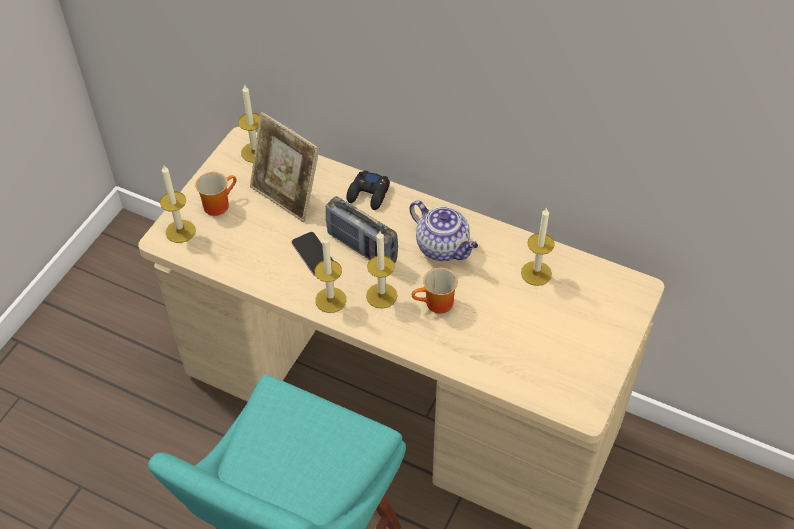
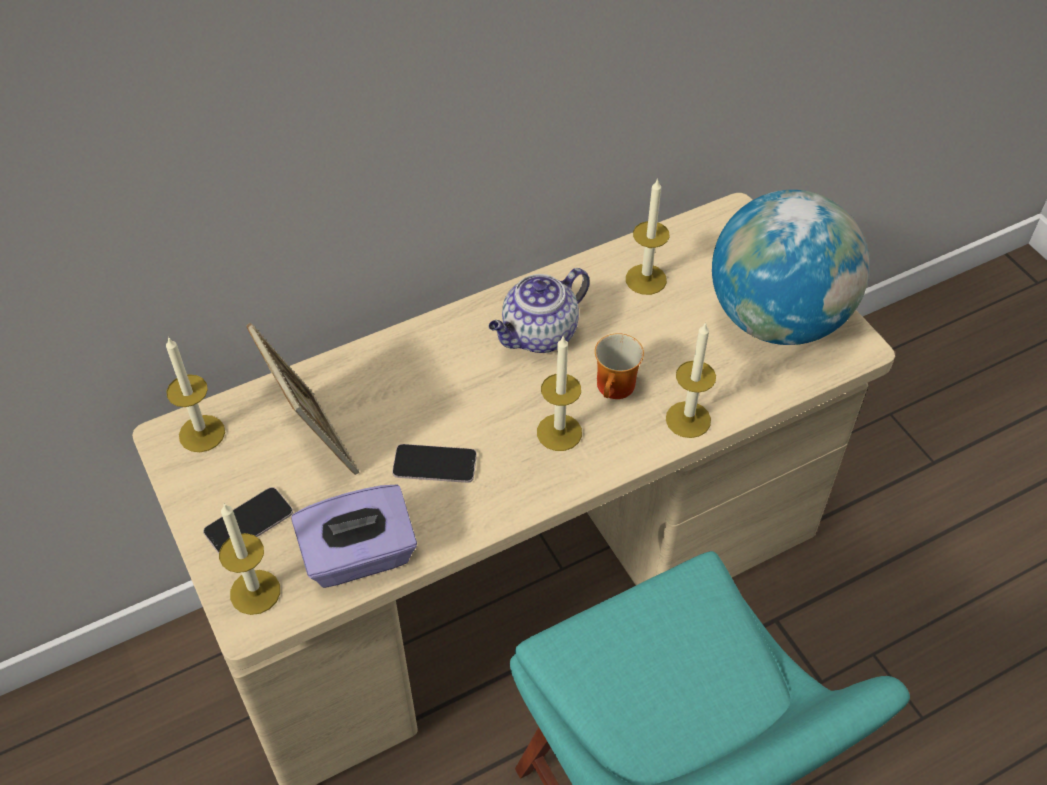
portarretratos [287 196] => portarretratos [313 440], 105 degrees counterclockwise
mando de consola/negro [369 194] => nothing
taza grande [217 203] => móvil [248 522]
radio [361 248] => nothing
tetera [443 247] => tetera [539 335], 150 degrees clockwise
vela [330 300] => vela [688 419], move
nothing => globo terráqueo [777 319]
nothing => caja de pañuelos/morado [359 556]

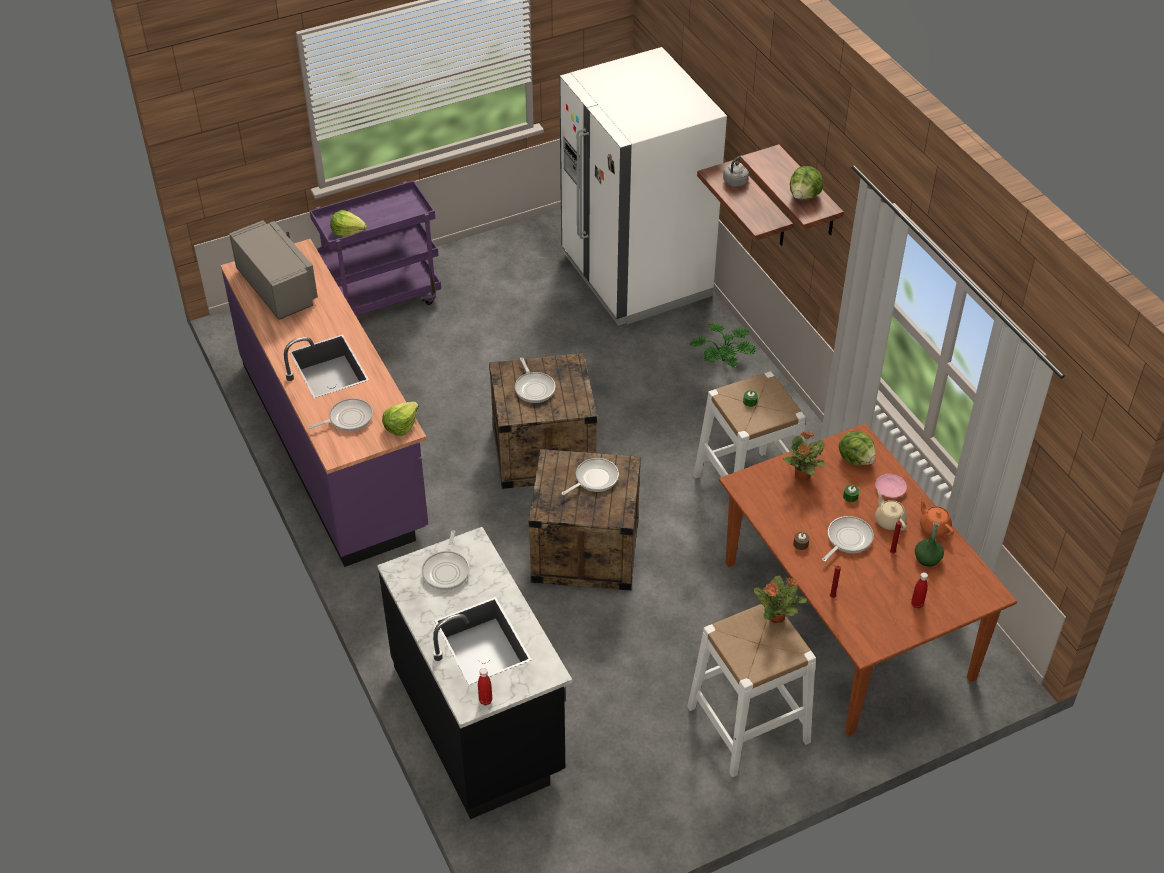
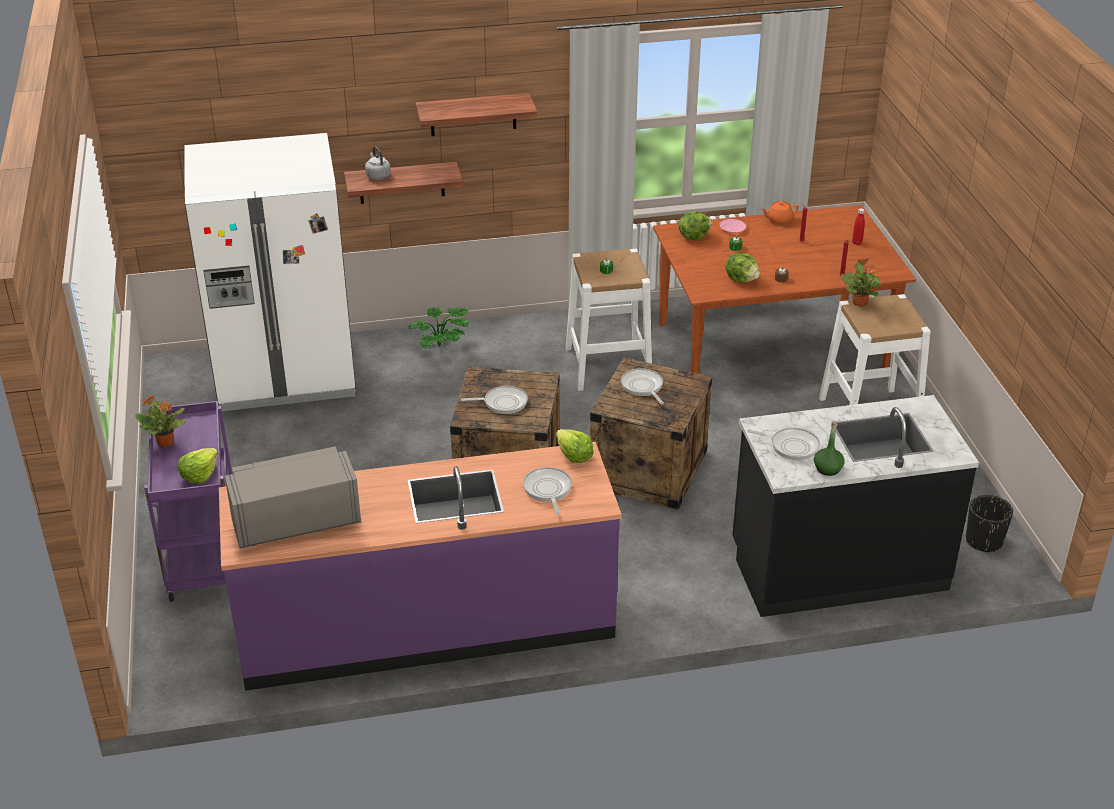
lechuga [804 196] => lechuga [742 279], move
planta en maceta [802 475] => planta en maceta [166 443], move
tetera/beis [889 520] => nothing
sartén [847 539] => nothing
botella/verde [927 558] => botella/verde [828 469], move
botella/rojo [485 700] => nothing
nothing => maceta/negro [984 541]

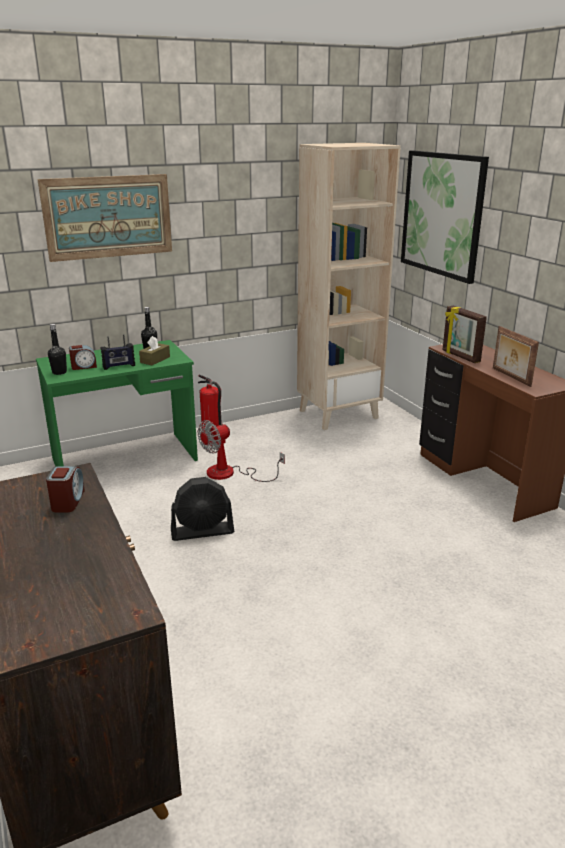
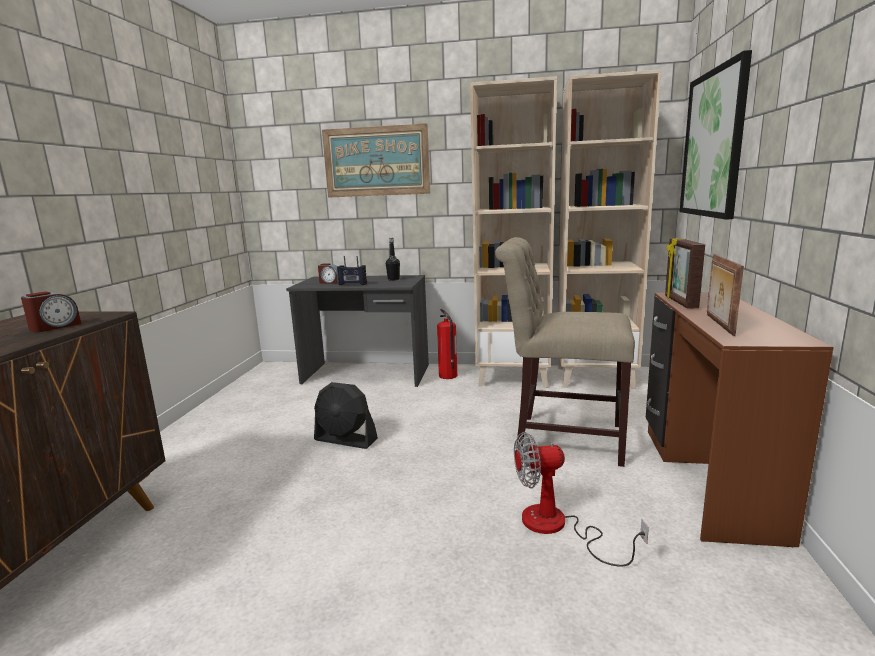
botella/negro [59 372] => nothing
caja de pañuelos/marrón [155 360] => nothing
escritorio/verde [125 460] => escritorio/gris [366 374]
ventilador [230 474] => ventilador [557 527], move
nothing => estantería/beis [513 376]
nothing => silla/beis [562 438]

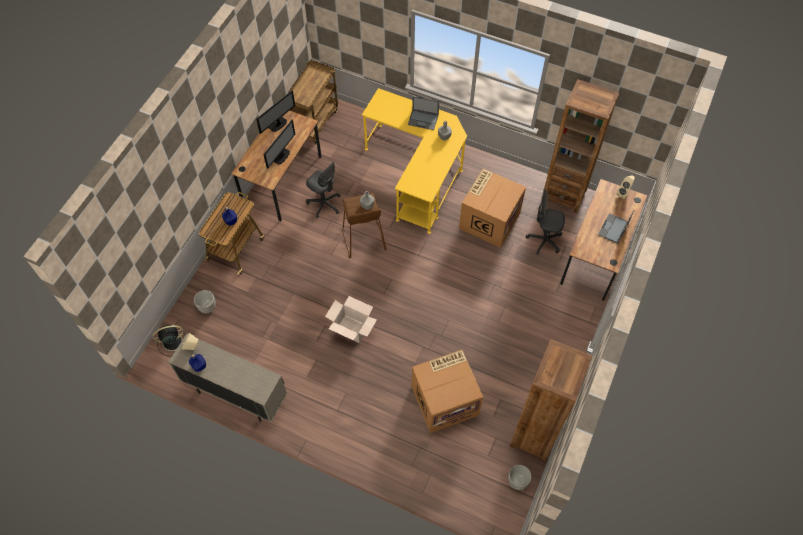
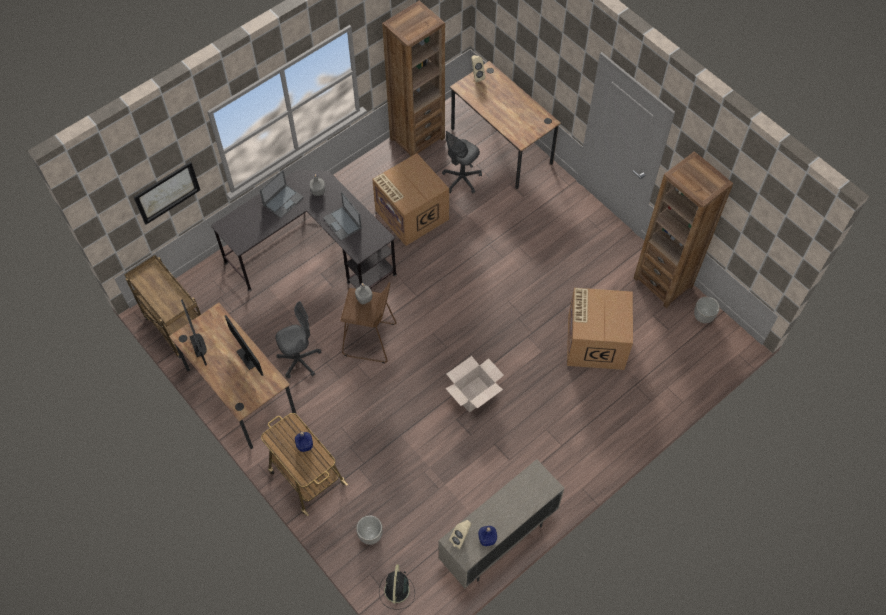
escritorio/amarillo [418 172] => escritorio/negro [313 252]
portátil [613 229] => portátil [342 223], move
nothing => cuadro [167 192]

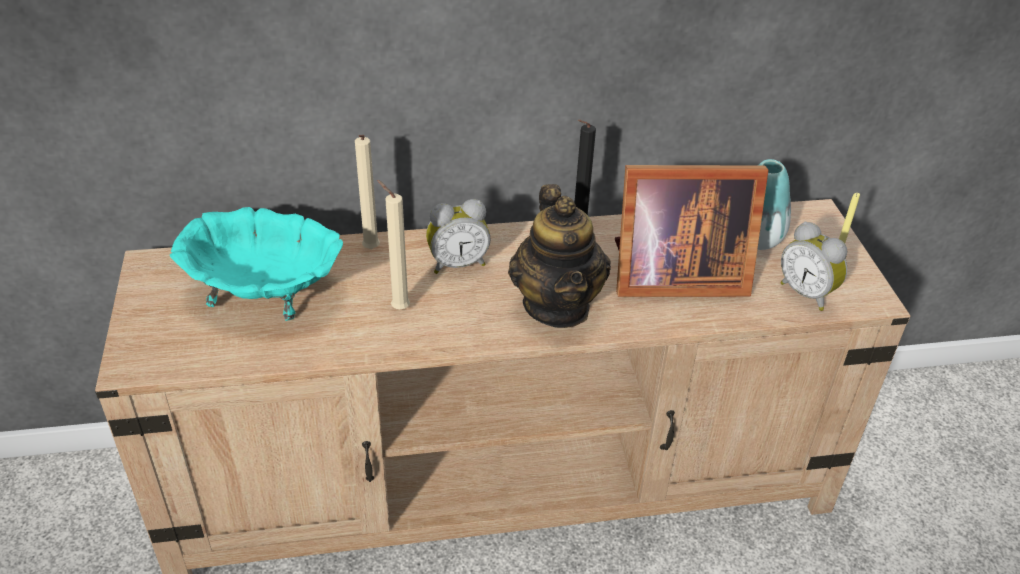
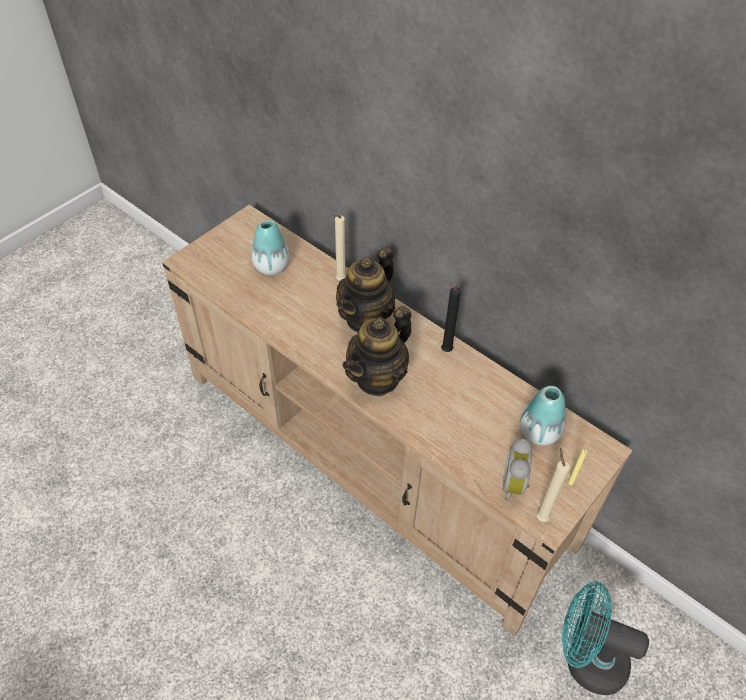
portarretratos [672 276] => nothing
vela/beis [398 308] => vela/beis [541 516], move
despertador [457 263] => tetera [366 318]
cuenco/turquesa [265 291] => florero [271 266]
nothing => ventilador/turquesa [586 659]

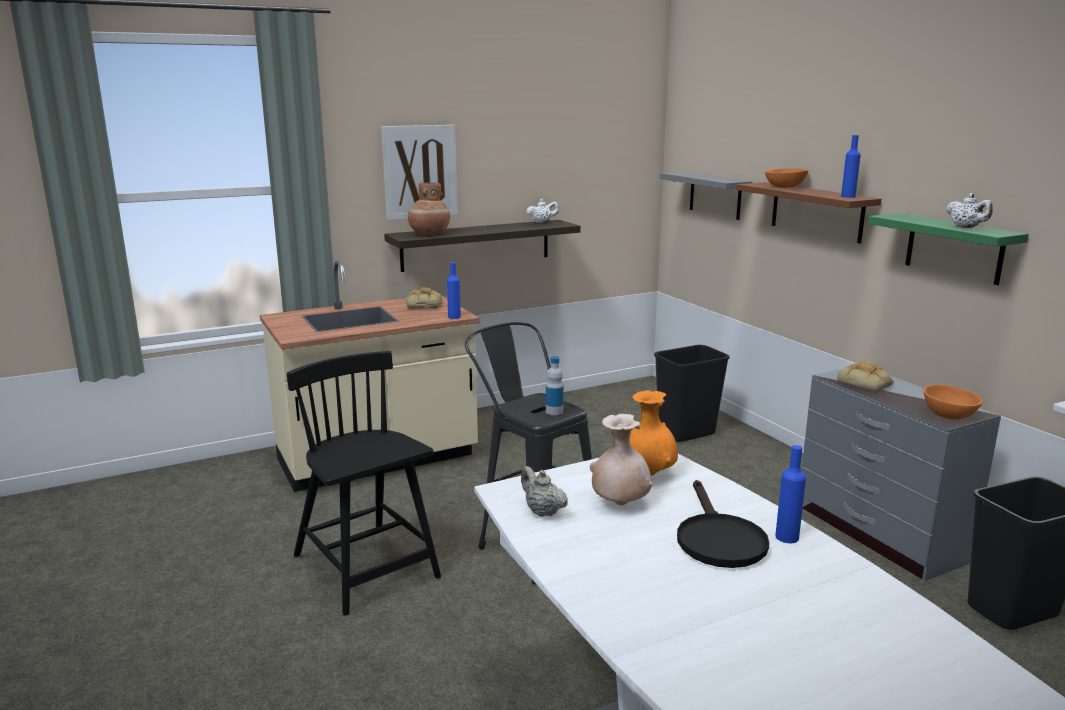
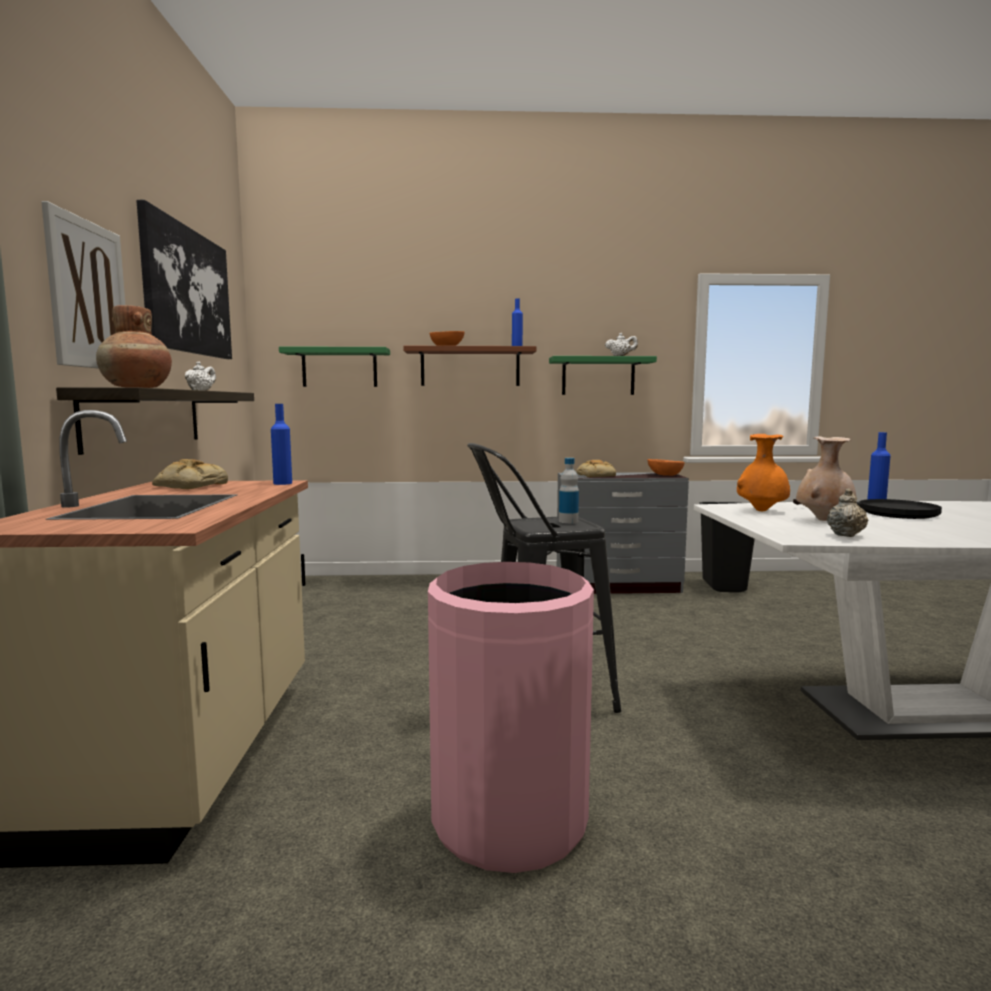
estante/gris [715 195] => estante/verde [339 368]
papelera/negro [686 434] => nothing
silla/negro [366 568] => papelera/rosa [509 820]
tetera/beis [542 511] => tetera/beis [846 535], 135 degrees clockwise
nothing => cuadro [187 291]

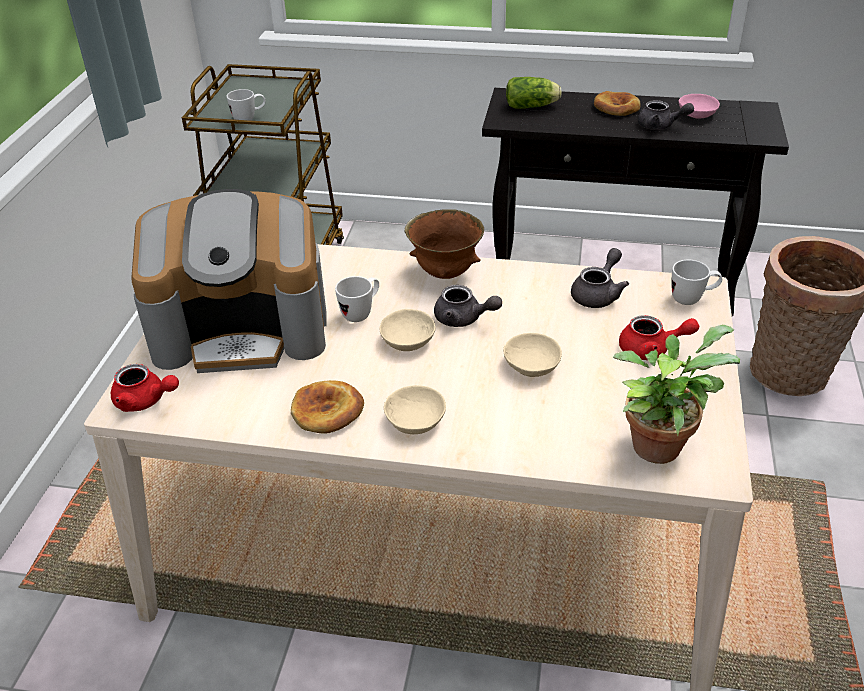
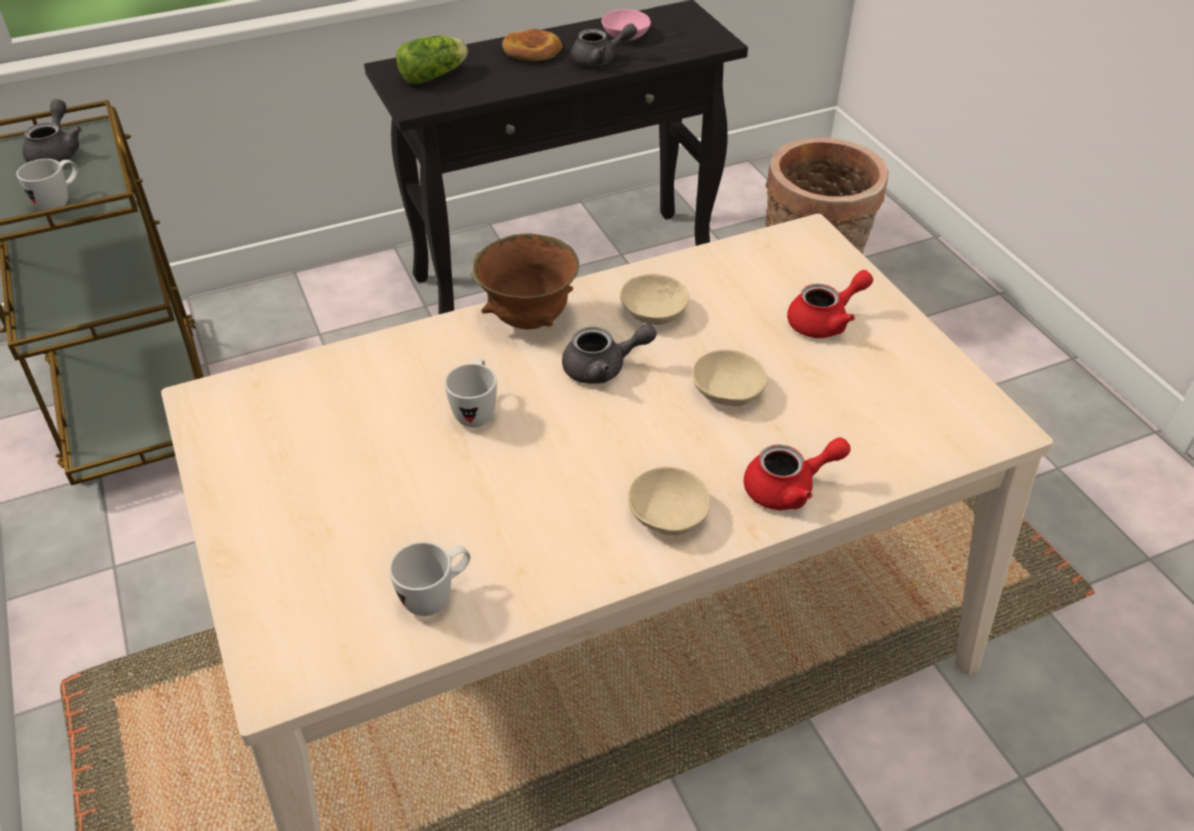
cafetera [243 328] => nothing
tetera/gris [598 294] => tetera/gris [57 152], move
taza grande/blanco [692 299] => taza grande/blanco [436 596], move
cuenco/beis [406 340] => cuenco/beis [651 312], move
planta en maceta [659 442] => nothing
tetera/rojo [145 401] => tetera/rojo [789 488], move
pan [327 411] => nothing

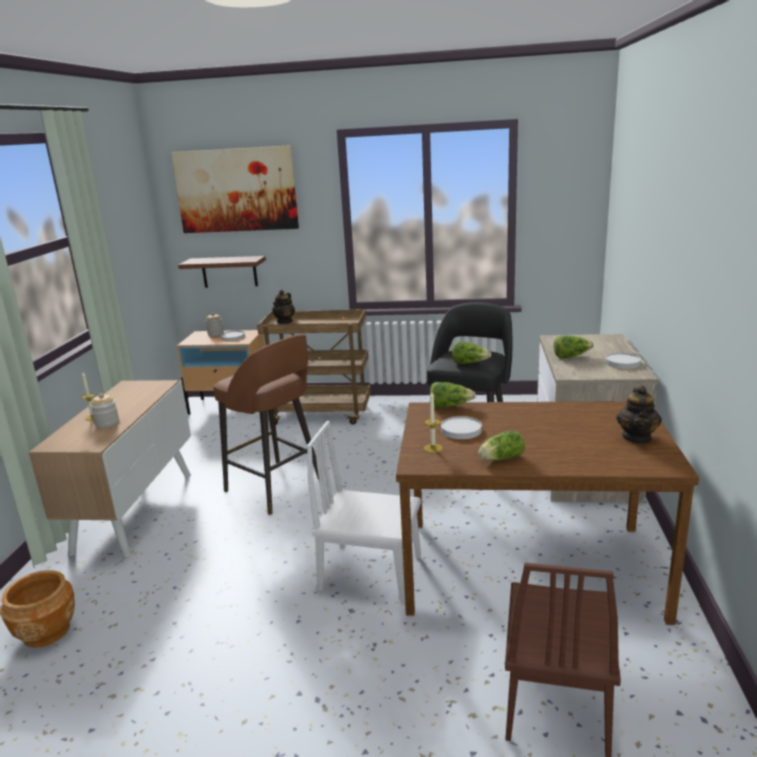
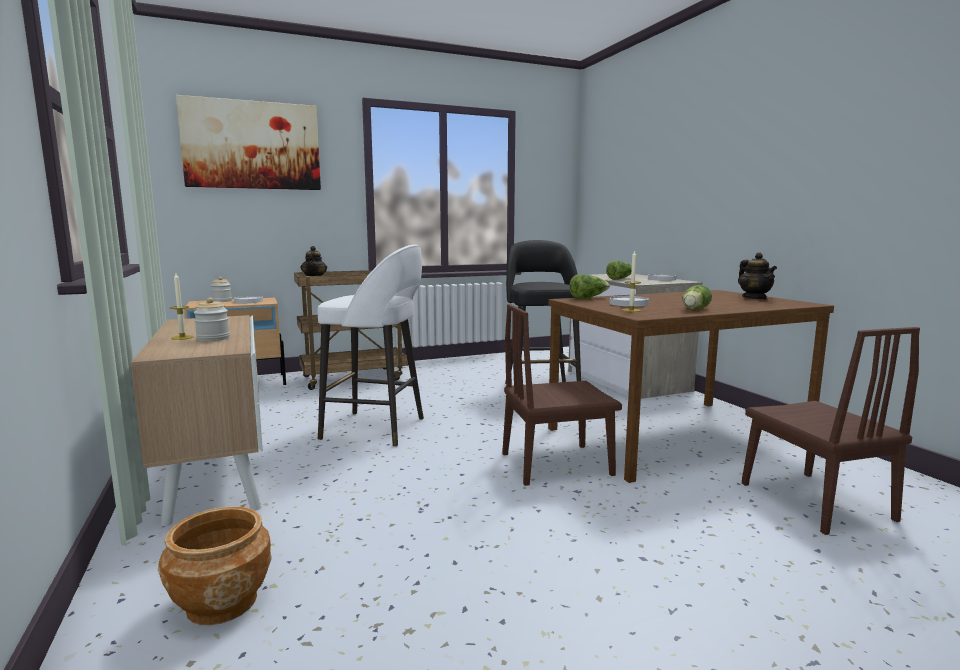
estante/marrón [229 272] => nothing
taburete/marrón [276 489] => taburete/blanco [376 429]
lechuga [469 363] => nothing
silla/blanco [371 572] => silla/marrón [556 464]

